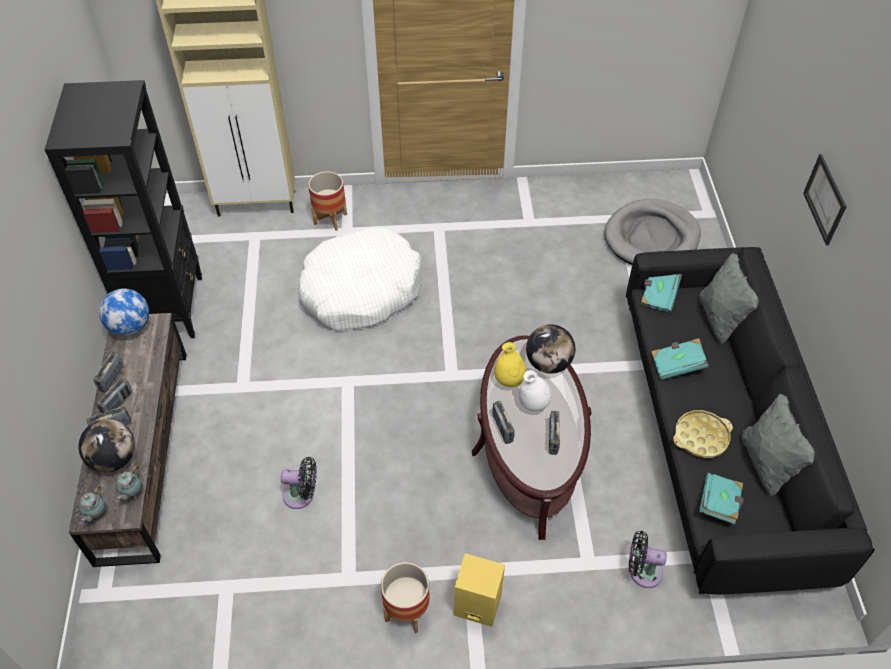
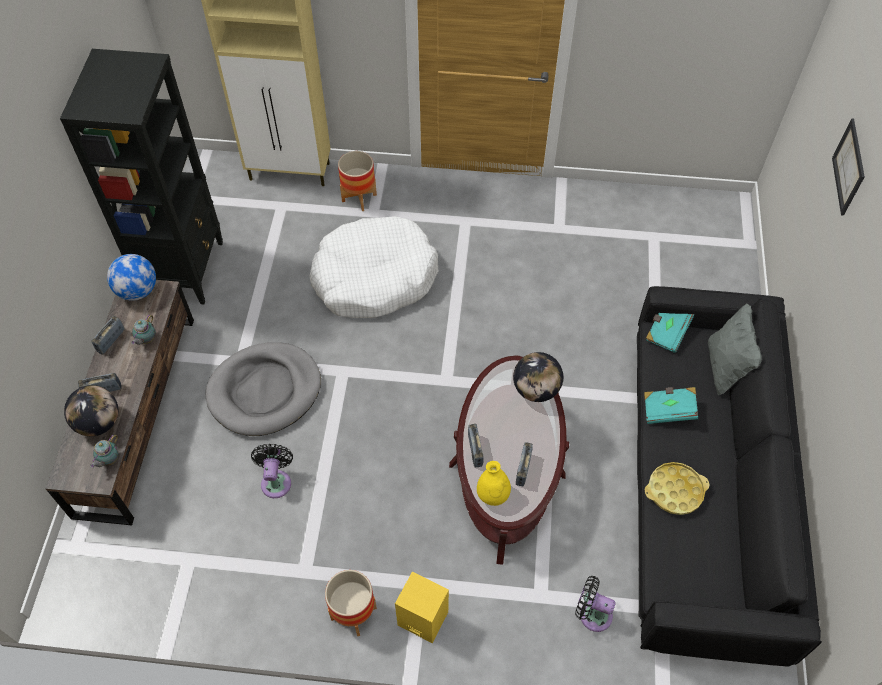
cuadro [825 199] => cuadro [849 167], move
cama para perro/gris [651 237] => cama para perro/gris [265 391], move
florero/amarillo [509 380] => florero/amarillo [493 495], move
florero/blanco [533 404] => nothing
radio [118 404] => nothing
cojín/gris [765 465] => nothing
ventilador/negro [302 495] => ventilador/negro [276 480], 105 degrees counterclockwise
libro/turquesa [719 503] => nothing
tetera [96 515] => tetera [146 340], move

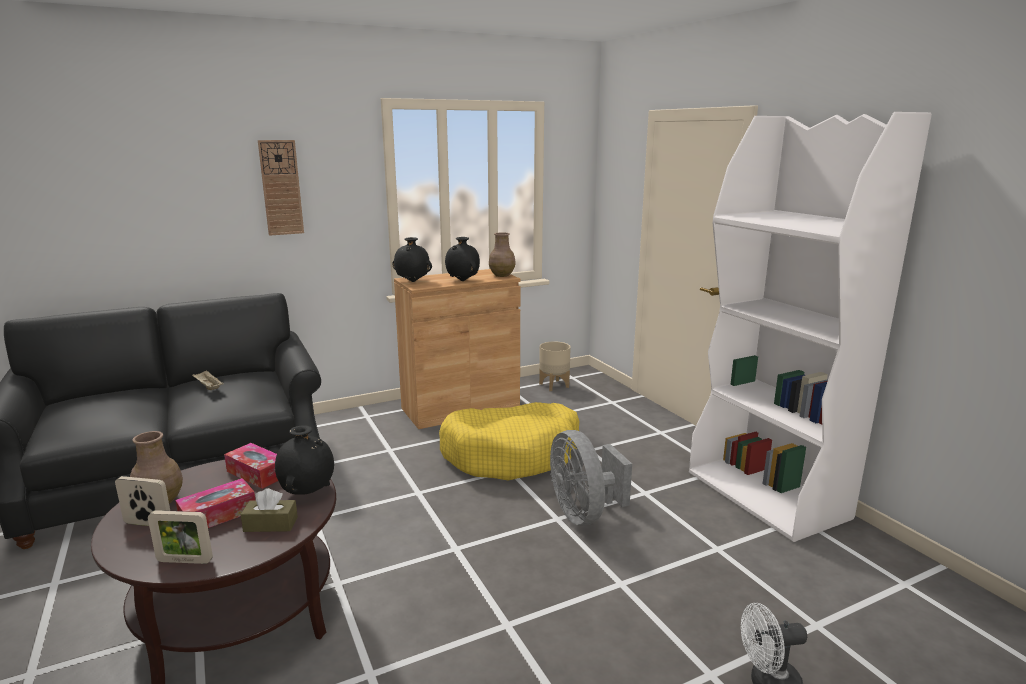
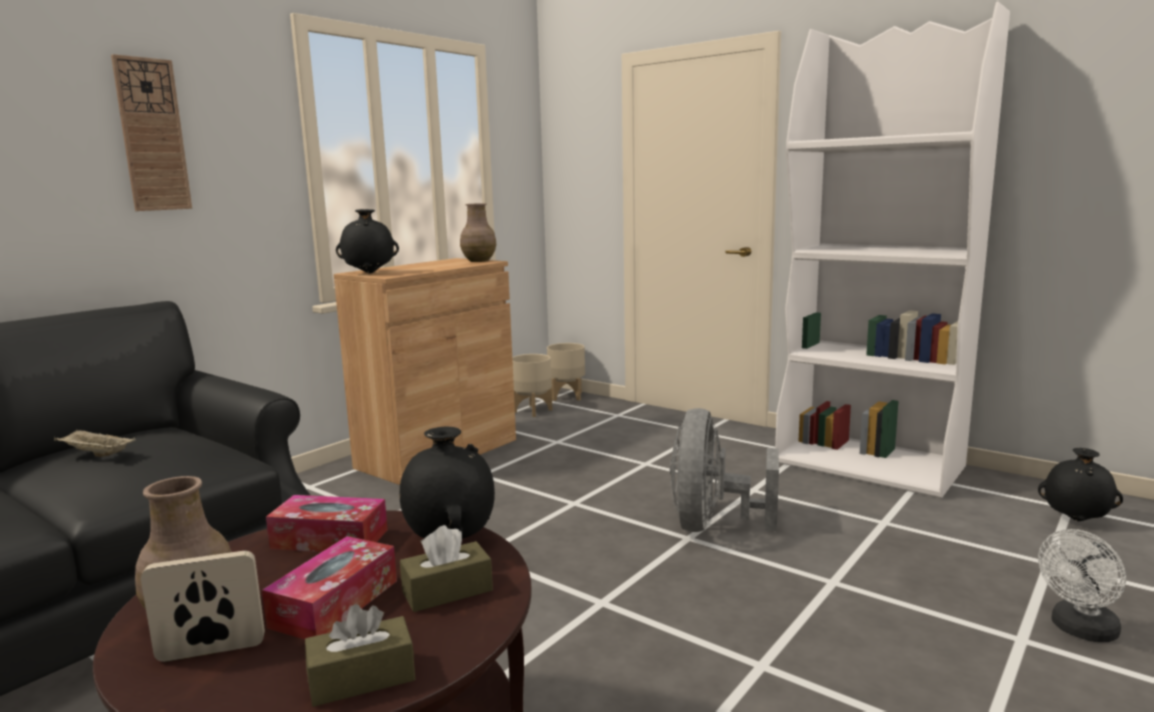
florero/negro [463 280] => florero/negro [1076 520], move
cama para perro/amarillo [512 454] => nothing
ventilador/gris [584 513] => ventilador/gris [712 525], 60 degrees clockwise
portarretratos [185 561] => caja de pañuelos/marrón [362 678]
nothing => maceta/beis [567 396]

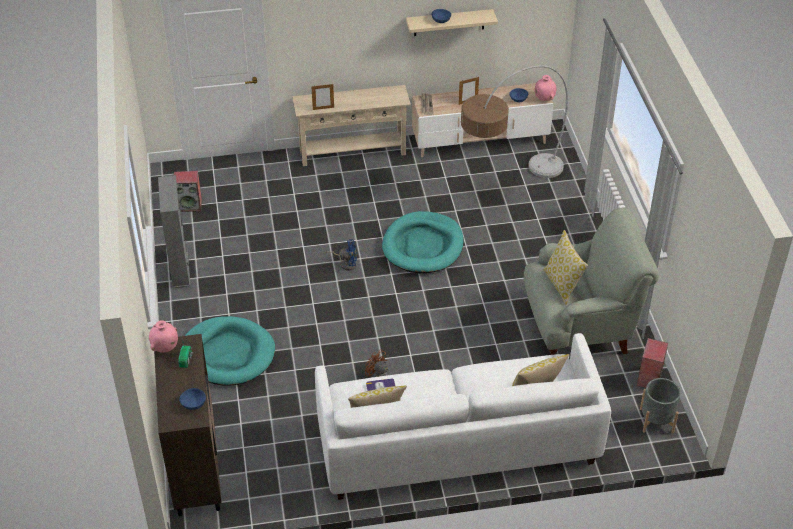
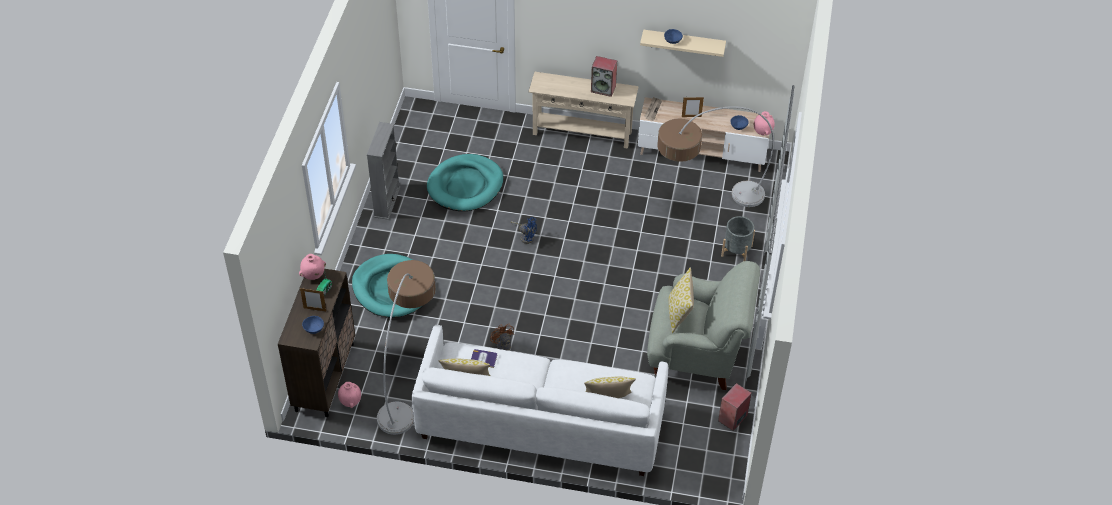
portarretratos [323 108] => portarretratos [315 309], move
altavoz [190 205] => altavoz [603 88], move
cama para perro/turquesa [423 246] => cama para perro/turquesa [465 185], move
maceta/gris [656 420] => maceta/gris [736 251], move
nothing => lámpara de pie [408 377]
nothing => florero/rosa [350 401]

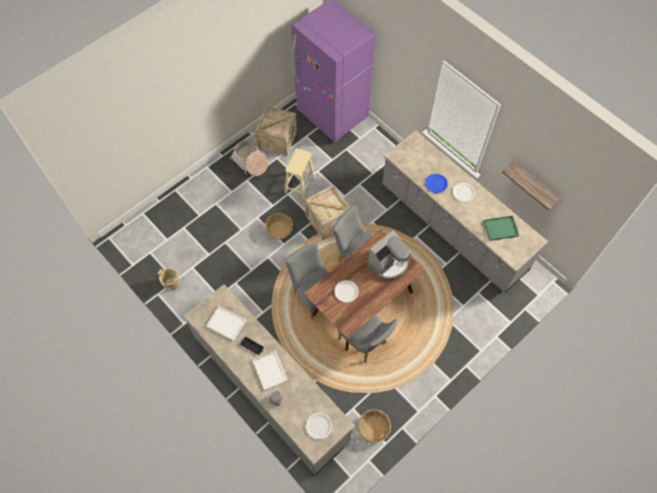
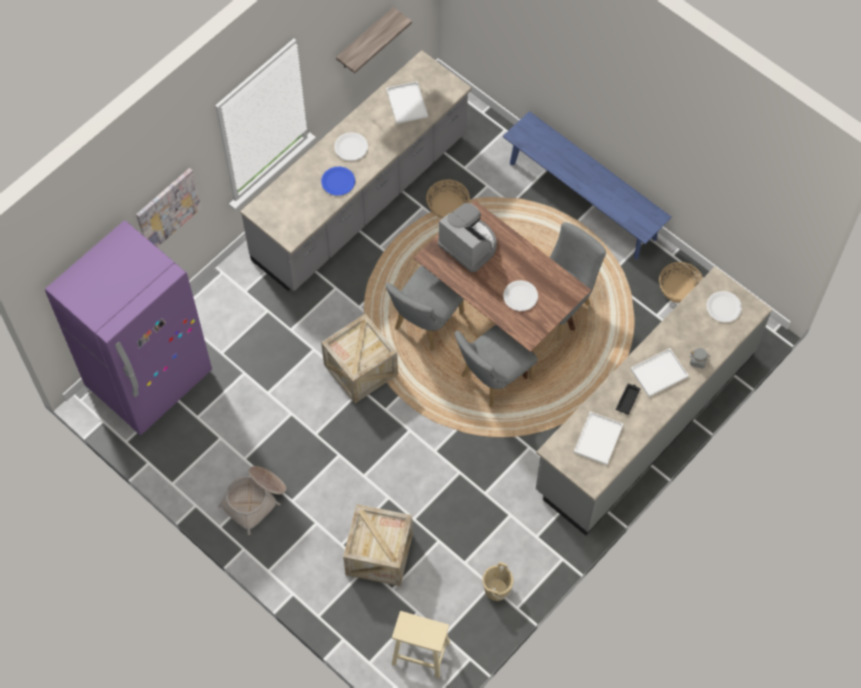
caja de embalaje [277 139] => caja de embalaje [379 554], move
taburete/beis [300 184] => taburete/beis [419 653], move
cesta [279 230] => cesta [447 205], move
bandeja/verde [501 228] => bandeja/blanco [406 102]
nothing => banco/azul [582 200]
nothing => cuadro [167 210]

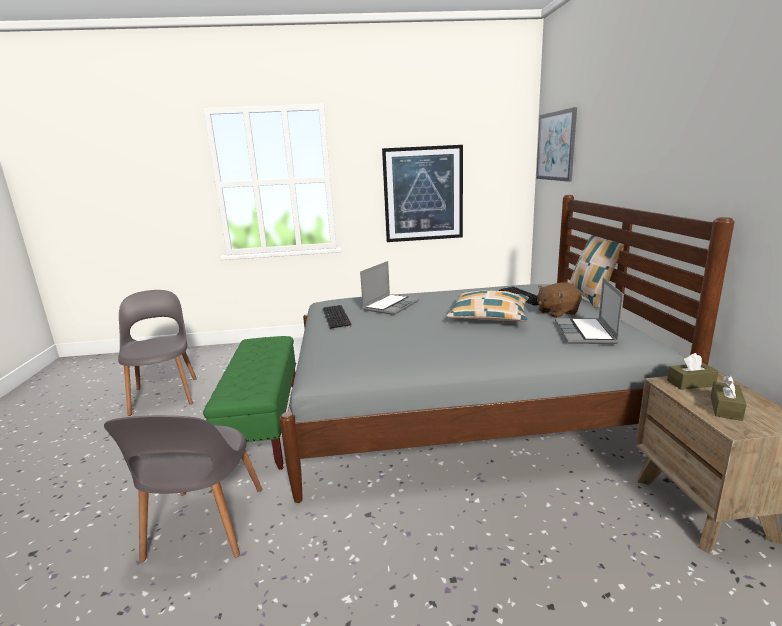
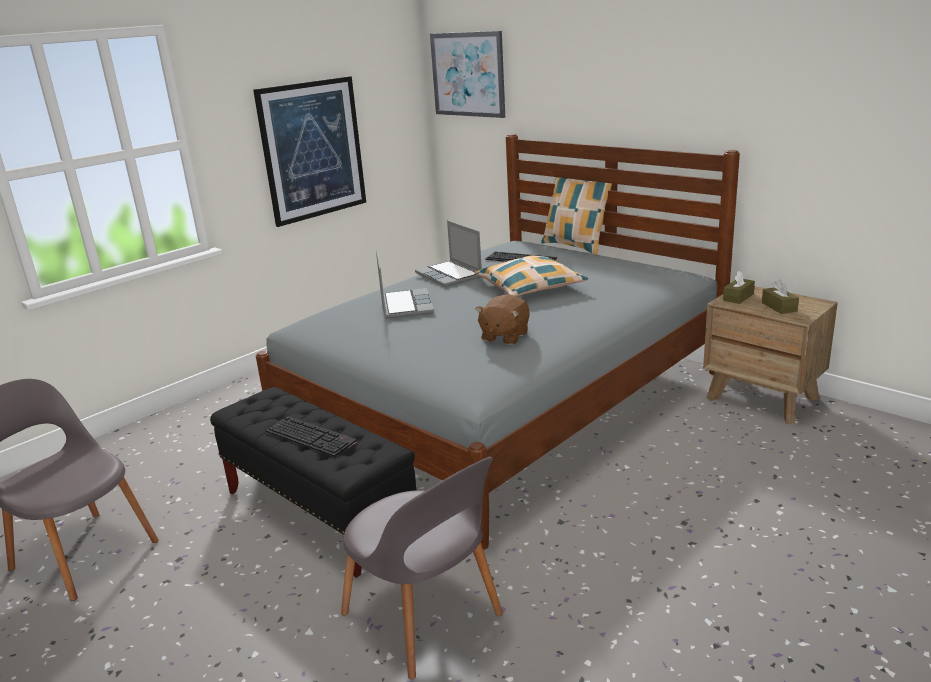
portátil [586 333] => portátil [450 275], move
peluche/marrón [557 312] => peluche/marrón [504 336], move
teclado [337 317] => teclado [312 436], move
banco/verde [264 426] => banco/negro [319 513]

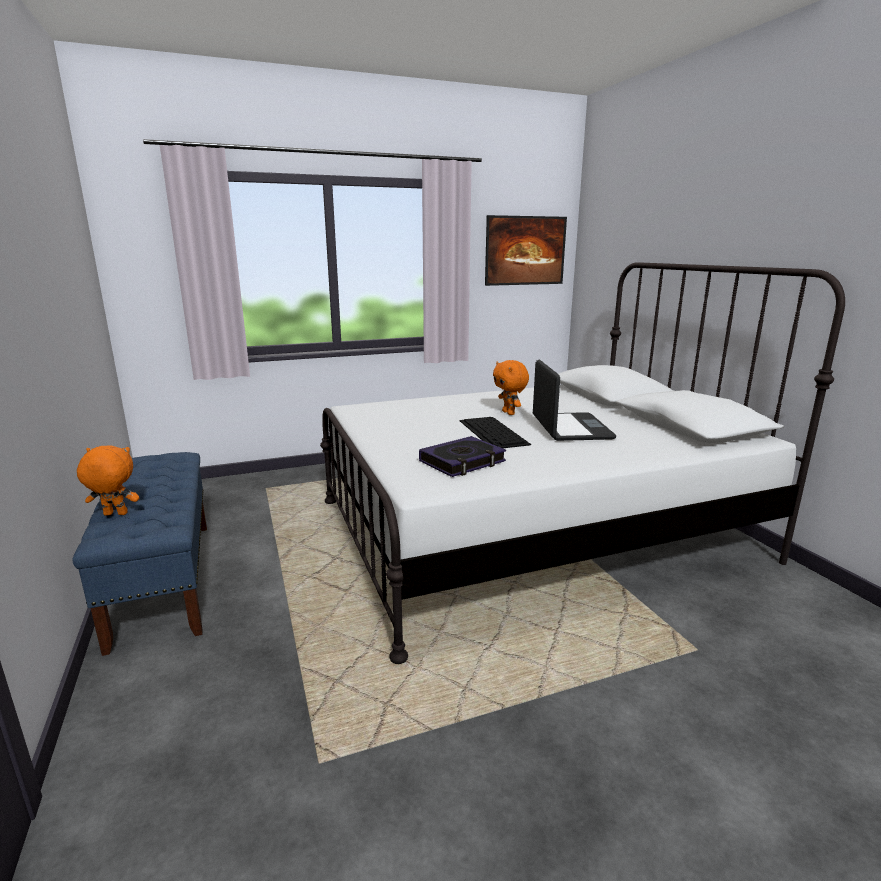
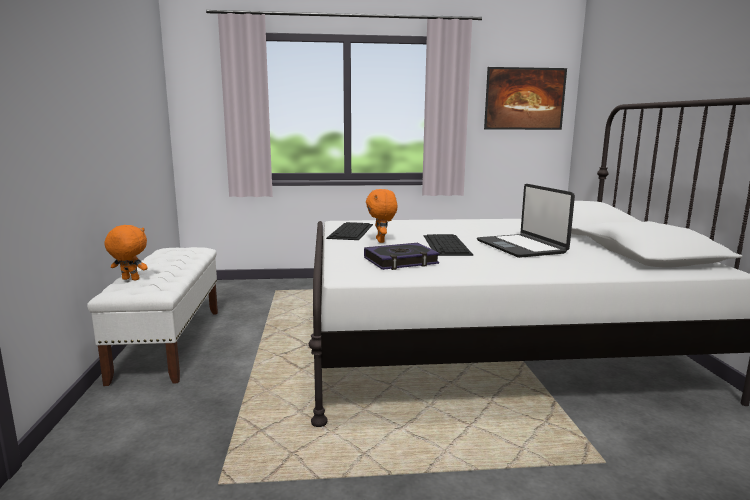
portátil [570 428] => portátil [521 247], 150 degrees clockwise
peluche/naranja [509 413] => peluche/naranja [381 241], move
banco/azul [163 579] => banco/blanco [169 343]
nothing => teclado [351 231]

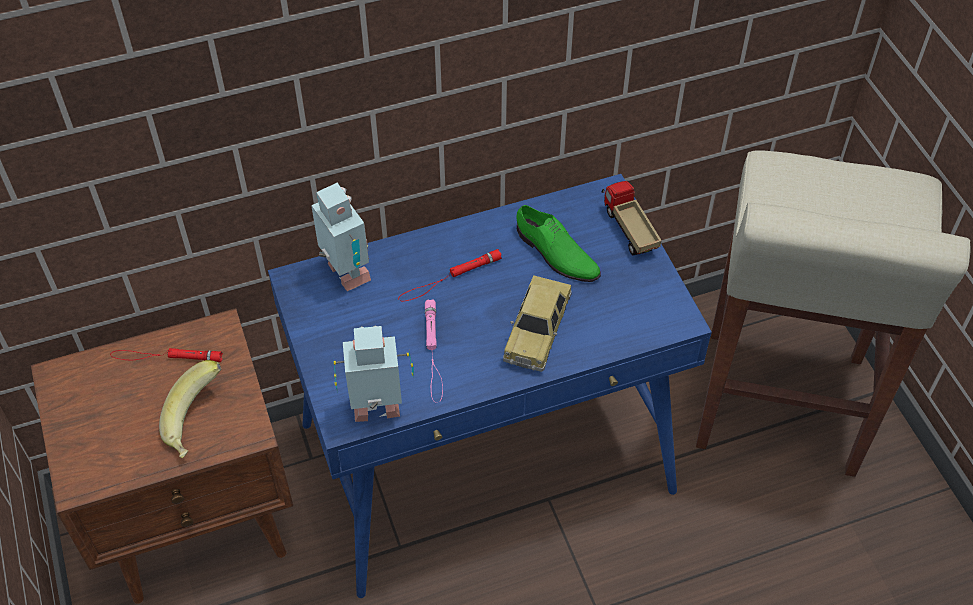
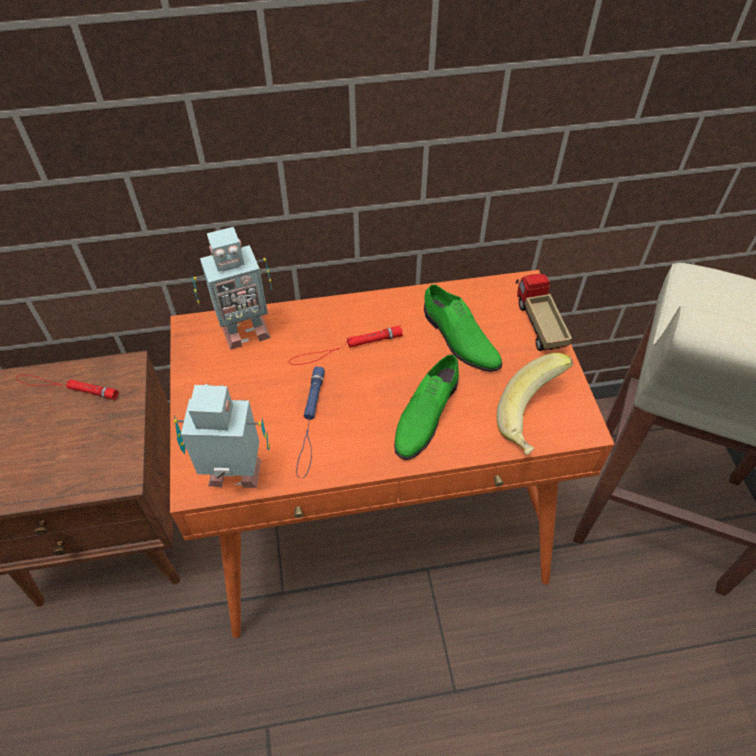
escritorio/azul [487 456] => escritorio/naranja [379 518]
robot de juguete [346 276] => robot de juguete [244 332], 90 degrees clockwise
coche de juguete [537 329] => zapato/verde [425 414]
linterna/rosa [433 353] => linterna/azul [310 423]
plátano [198 422] => plátano [534 419], move

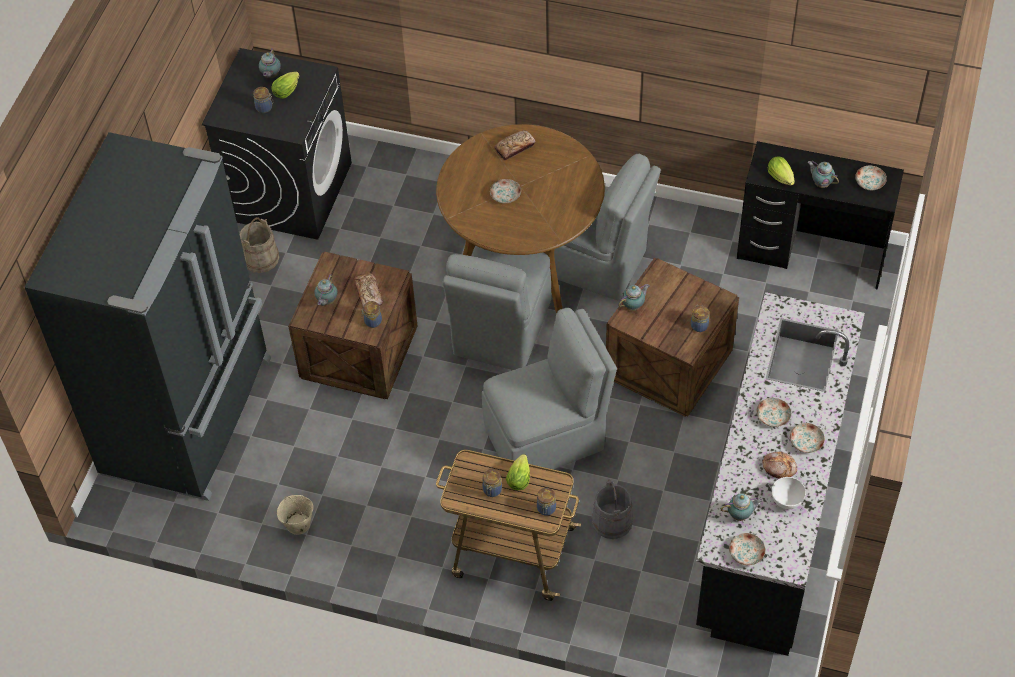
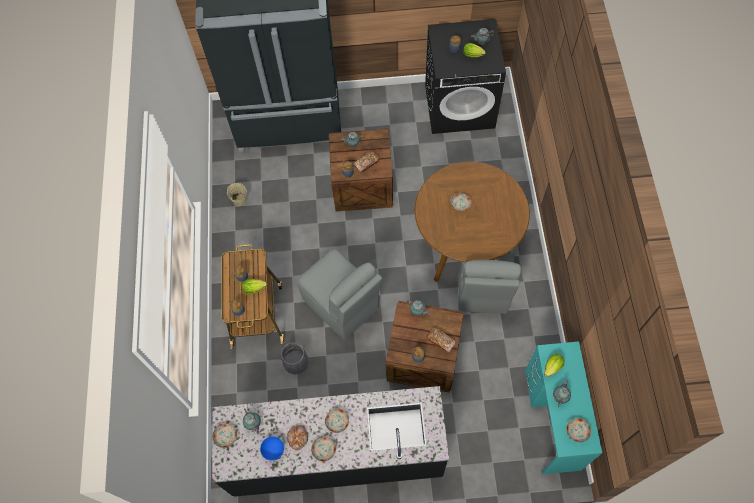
pan [515 147] => pan [440 340], move
escritorio/negro [811 253] => escritorio/turquesa [552 420]
cubo/beis [260 258] => nothing
silla/gris [501 329] => nothing
cuenco/blanco [786 500] => cuenco/azul [273 450]

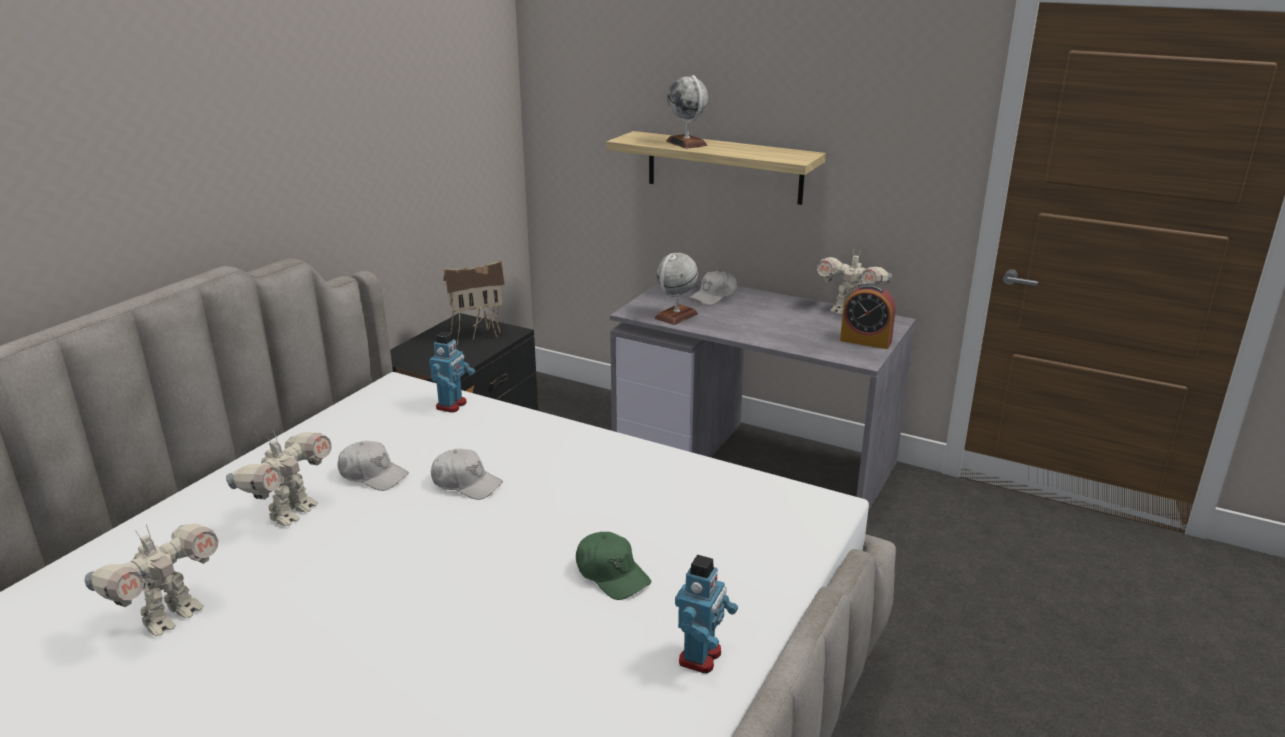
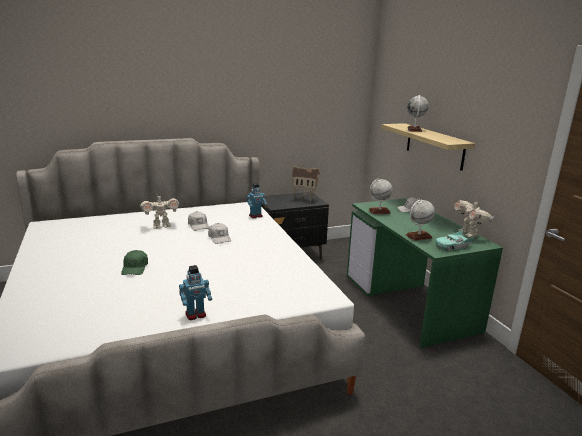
escritorio/gris [756 461] => escritorio/verde [410 302]
despertador [865 341] => coche de juguete/turquesa [453 246]
robot de juguete [170 617] => nothing
gorra/verde [612 574] => gorra/verde [135 268], move
nothing => globo terráqueo [418 236]

